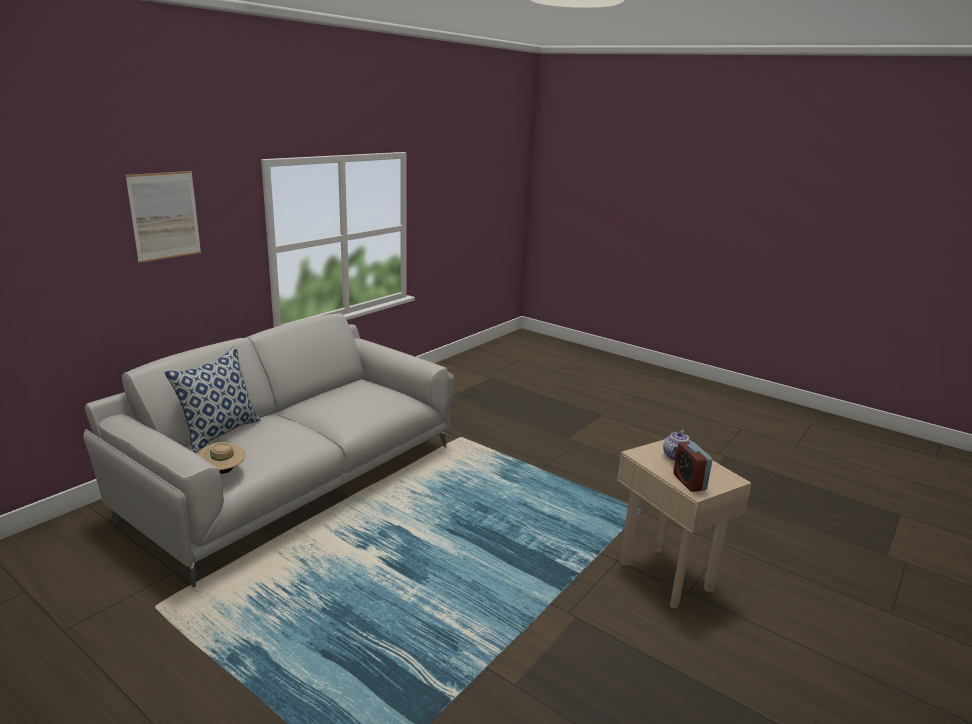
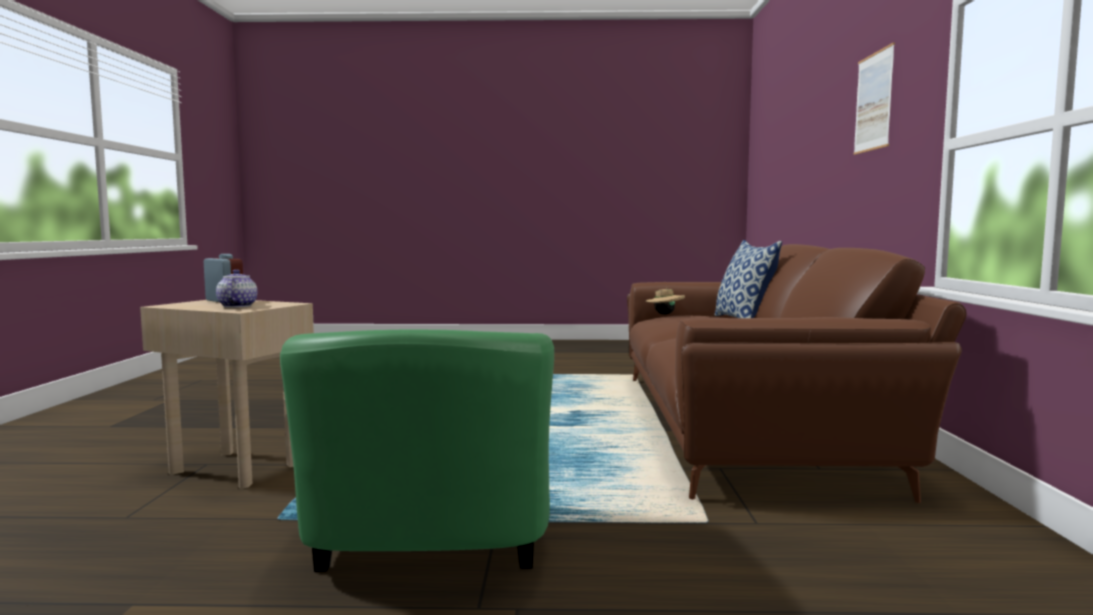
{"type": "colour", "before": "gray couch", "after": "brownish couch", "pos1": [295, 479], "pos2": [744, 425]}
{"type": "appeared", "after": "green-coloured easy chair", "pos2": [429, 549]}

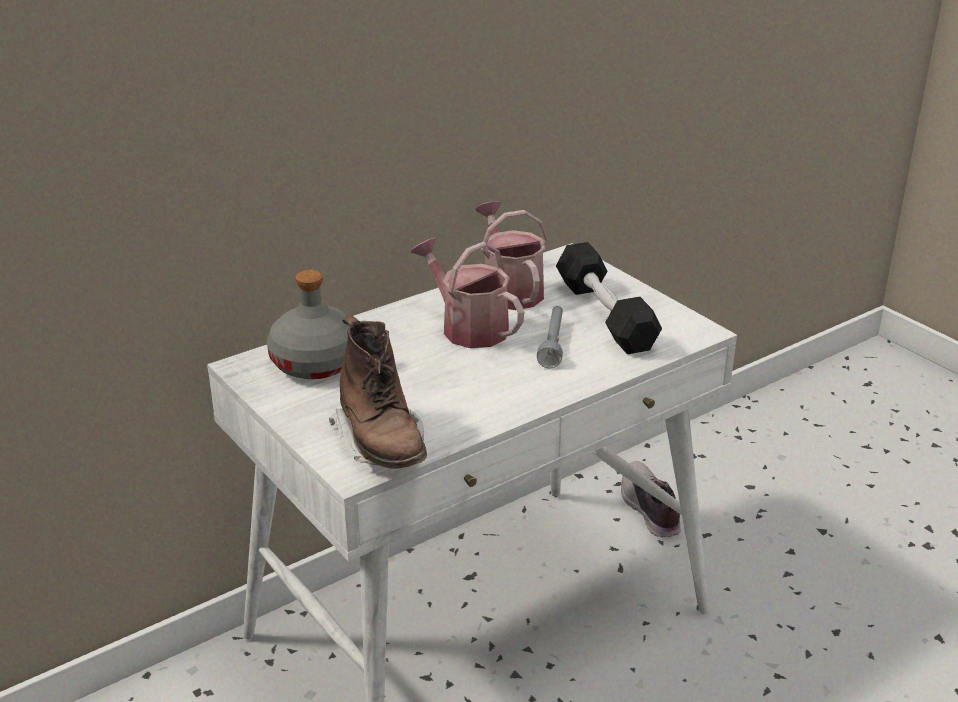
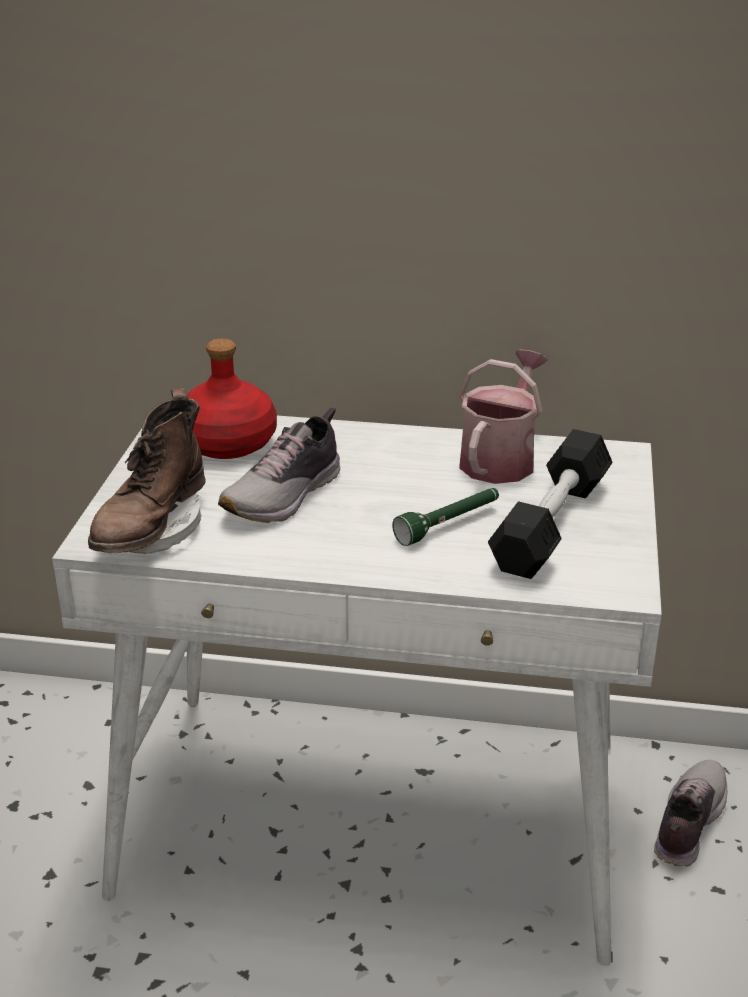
{"type": "colour", "before": "gray beverage bottle", "after": "reddish beverage bottle", "pos1": [317, 363], "pos2": [228, 443]}
{"type": "missing", "before": "watering can", "pos1": [468, 327]}
{"type": "colour", "before": "gray torch", "after": "green-coloured torch", "pos1": [553, 343], "pos2": [449, 525]}
{"type": "appeared", "after": "item of footwear", "pos2": [286, 496]}

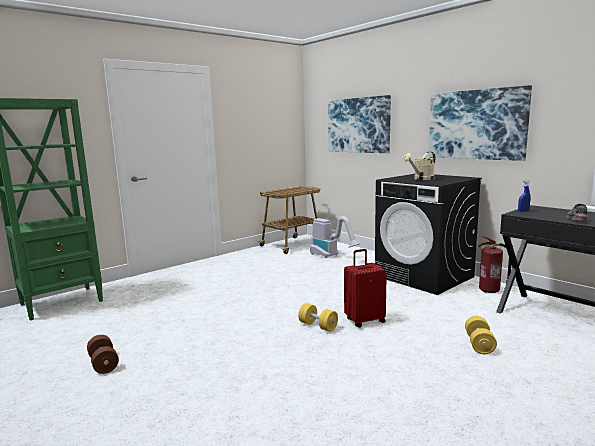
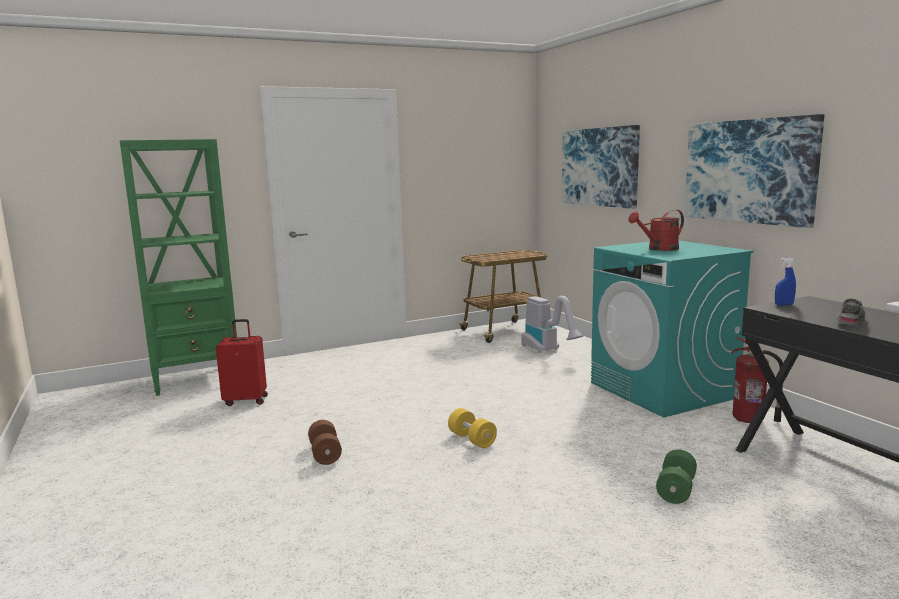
{"type": "relocated", "before": "brownish free weight", "pos1": [103, 363], "pos2": [325, 454]}
{"type": "relocated", "before": "reddish piece of luggage", "pos1": [364, 320], "pos2": [246, 400]}
{"type": "colour", "before": "blackish laundry machine", "after": "turquoise laundry machine", "pos1": [424, 276], "pos2": [663, 390]}
{"type": "colour", "before": "beige-coloured watering can", "after": "reddish watering can", "pos1": [421, 179], "pos2": [658, 249]}
{"type": "colour", "before": "yellowish free weight", "after": "green-coloured free weight", "pos1": [479, 344], "pos2": [676, 490]}

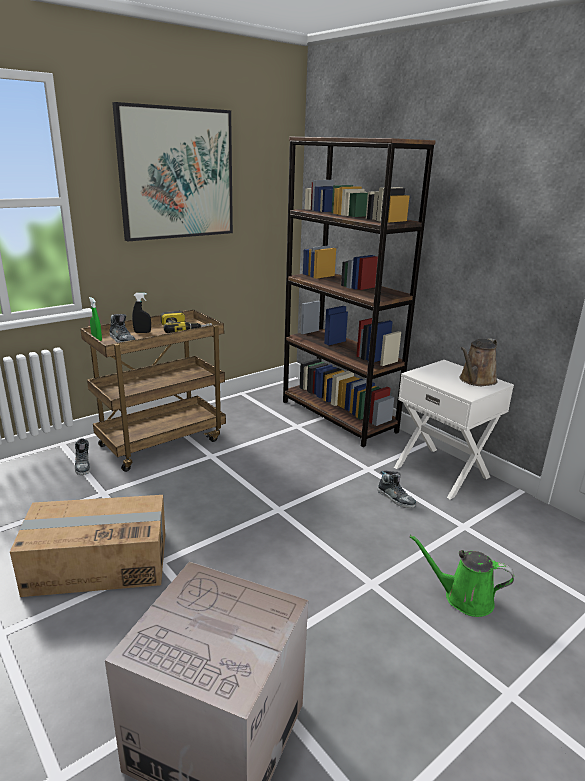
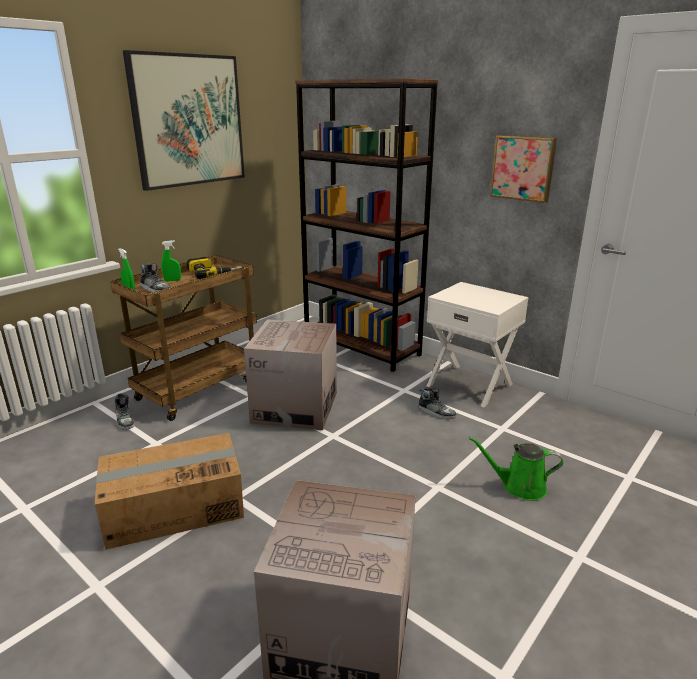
{"type": "colour", "before": "blackish hand sprayer", "after": "green-coloured hand sprayer", "pos1": [142, 332], "pos2": [172, 280]}
{"type": "missing", "before": "brownish watering can", "pos1": [476, 380]}
{"type": "appeared", "after": "carton", "pos2": [295, 407]}
{"type": "appeared", "after": "wall picture", "pos2": [523, 168]}

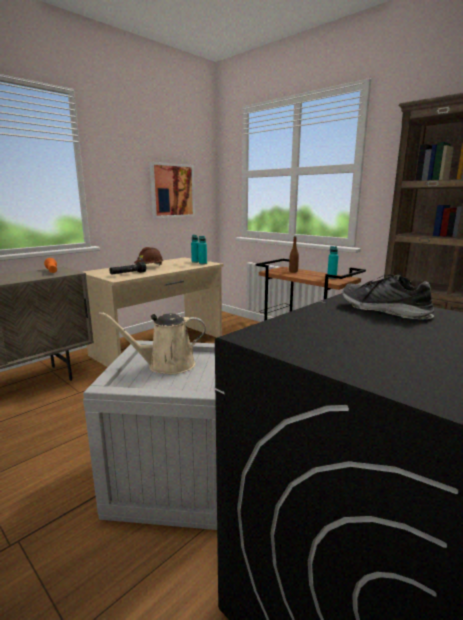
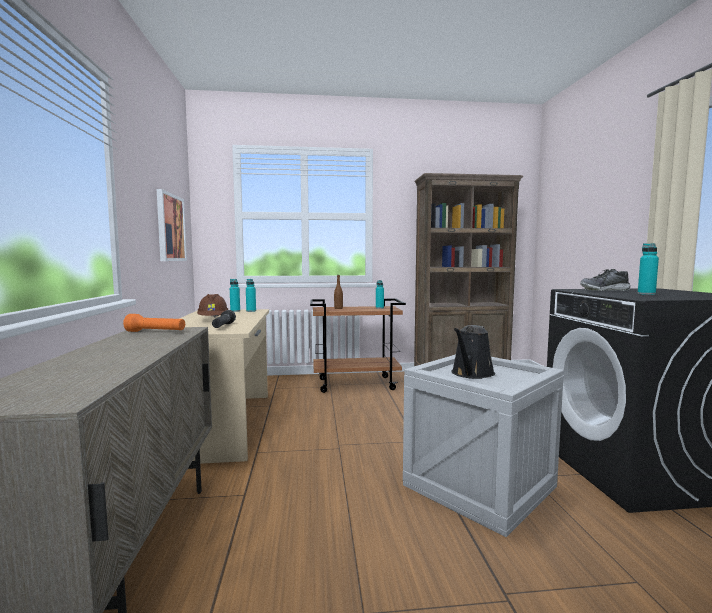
{"type": "colour", "before": "beige-coloured watering can", "after": "blackish watering can", "pos1": [166, 365], "pos2": [471, 374]}
{"type": "appeared", "after": "turquoise beverage bottle", "pos2": [646, 294]}

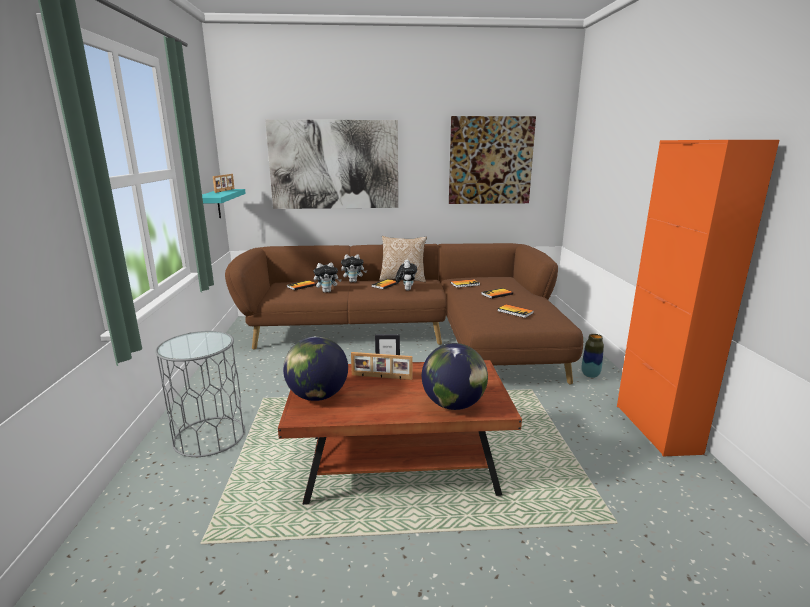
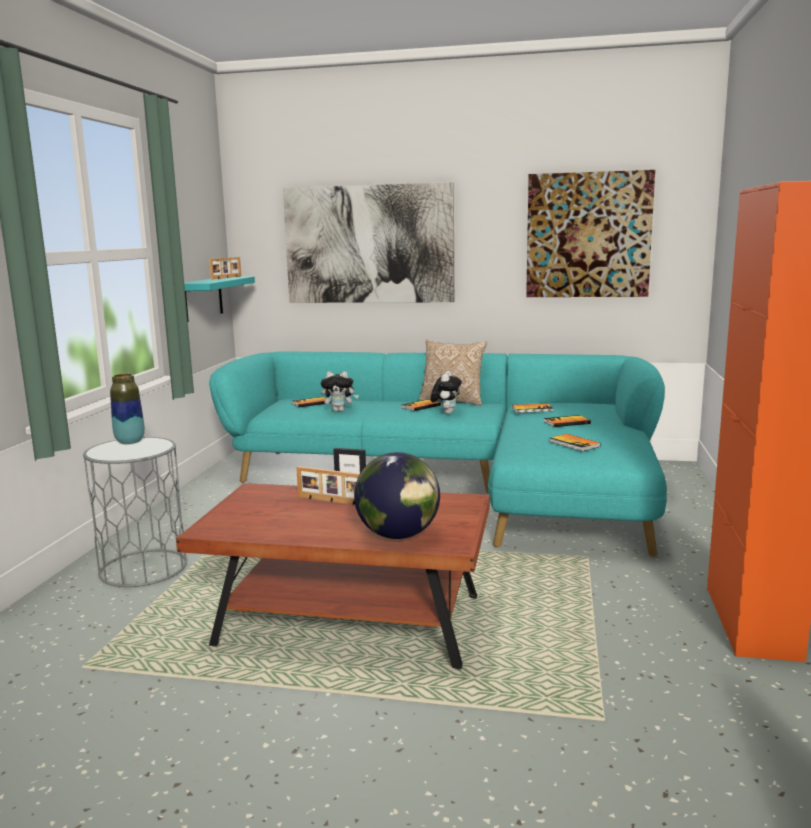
{"type": "colour", "before": "brownish couch", "after": "turquoise couch", "pos1": [415, 337], "pos2": [460, 483]}
{"type": "missing", "before": "globe", "pos1": [317, 396]}
{"type": "missing", "before": "plush toy", "pos1": [353, 281]}
{"type": "relocated", "before": "decorative vase", "pos1": [590, 375], "pos2": [130, 442]}

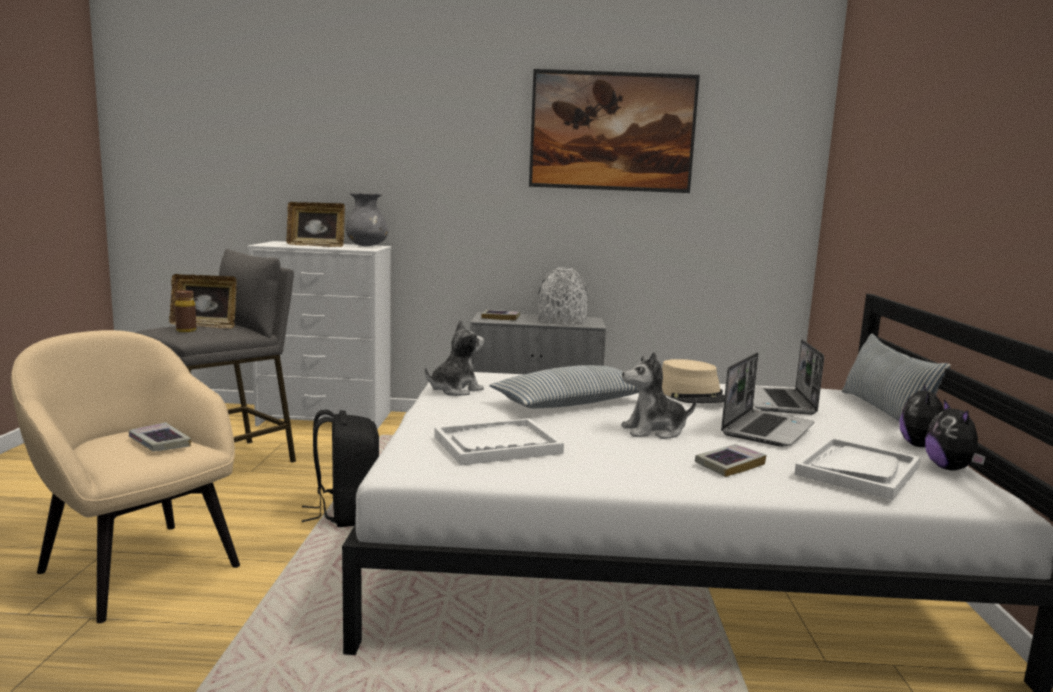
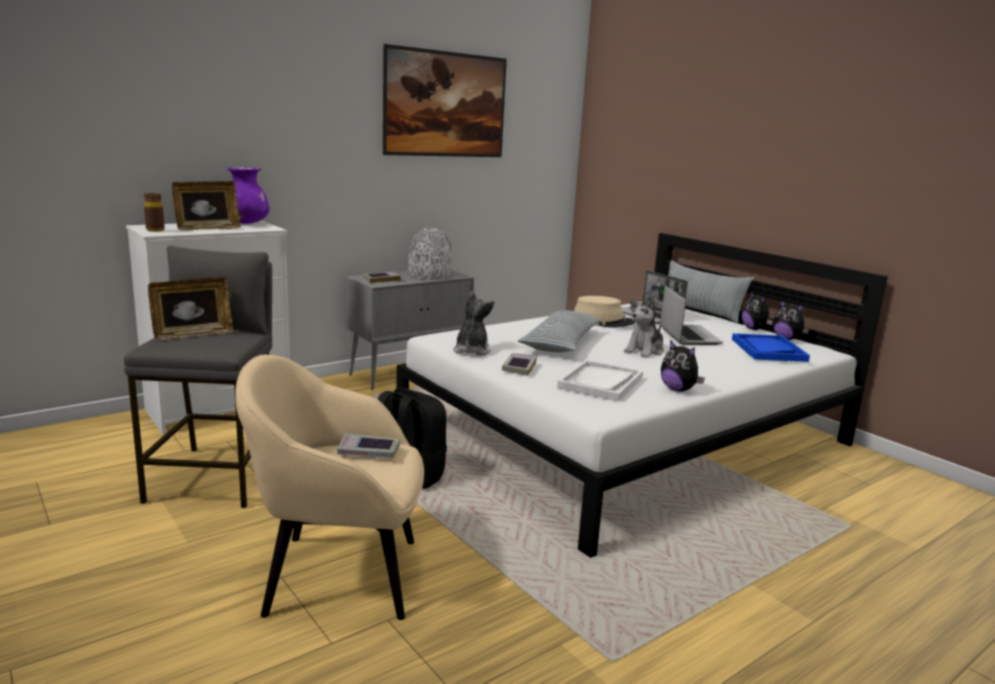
{"type": "relocated", "before": "brownish beverage bottle", "pos1": [186, 330], "pos2": [155, 230]}
{"type": "colour", "before": "gray decorative vase", "after": "purple decorative vase", "pos1": [367, 246], "pos2": [247, 223]}
{"type": "relocated", "before": "book", "pos1": [729, 465], "pos2": [519, 367]}
{"type": "colour", "before": "white tray", "after": "bluish tray", "pos1": [857, 470], "pos2": [768, 350]}
{"type": "appeared", "after": "plush toy", "pos2": [678, 389]}

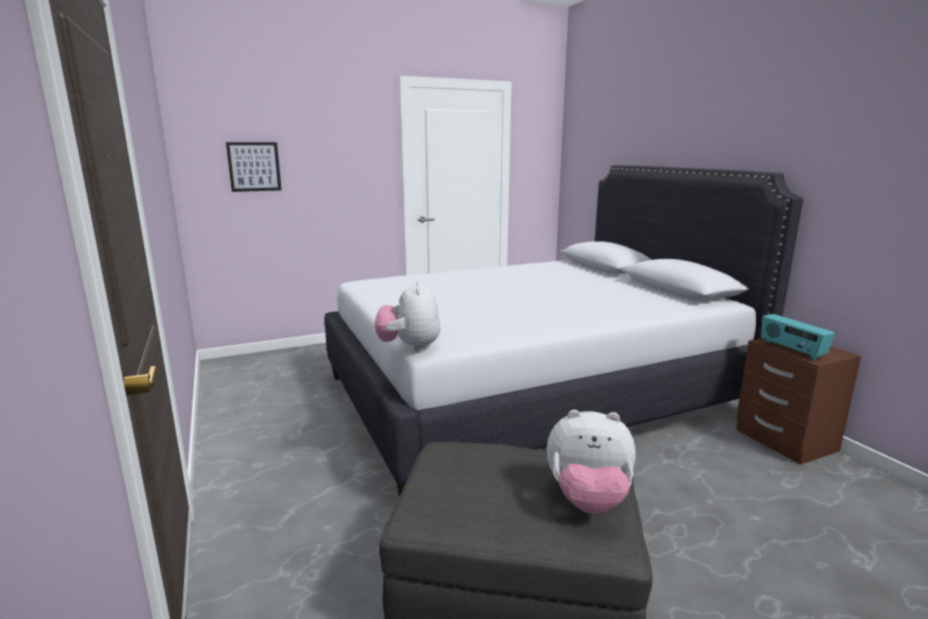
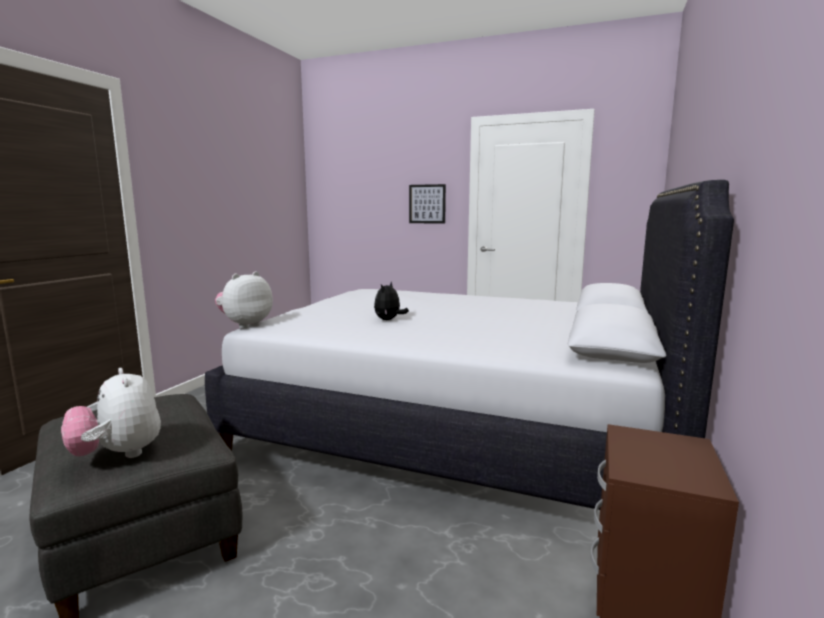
{"type": "relocated", "before": "wall picture", "pos1": [254, 166], "pos2": [427, 204]}
{"type": "missing", "before": "radio", "pos1": [791, 350]}
{"type": "appeared", "after": "plush toy", "pos2": [389, 320]}

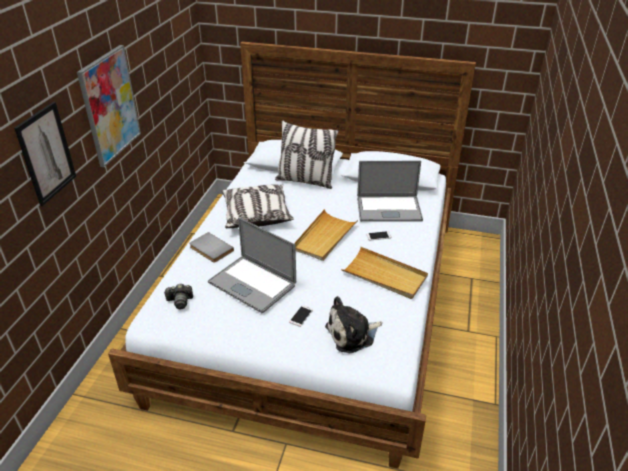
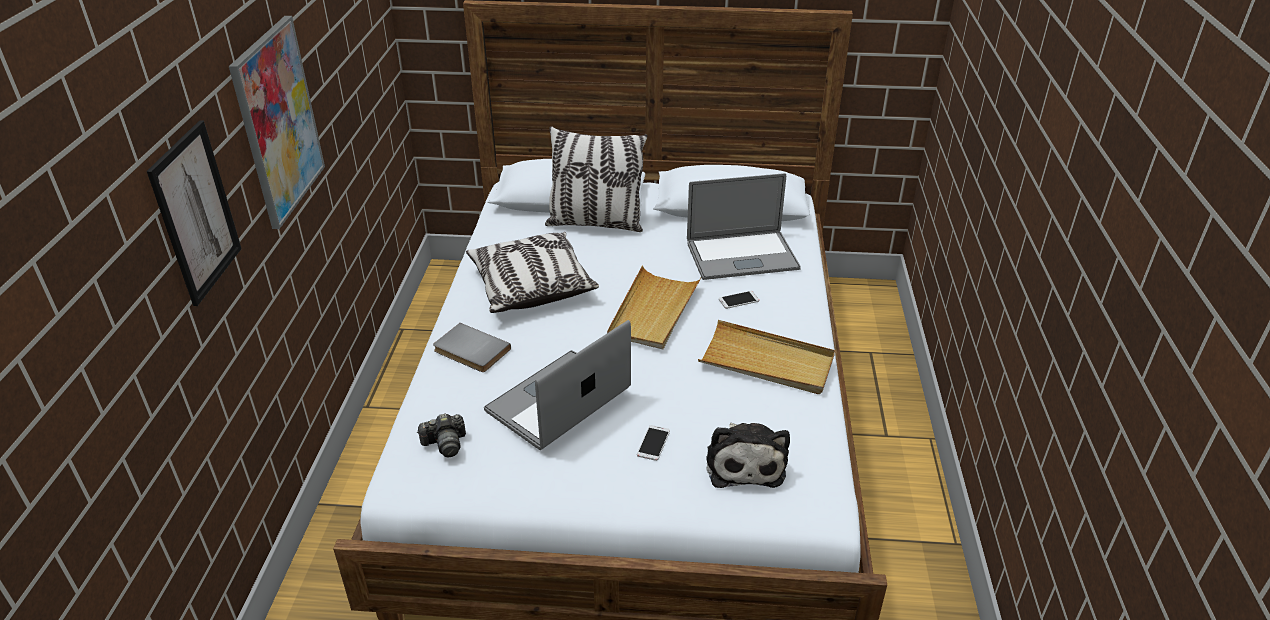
{"type": "spun", "before": "notebook computer", "pos1": [252, 284], "pos2": [558, 400], "turn": 105}
{"type": "spun", "before": "plush toy", "pos1": [352, 334], "pos2": [744, 462], "turn": -60}

